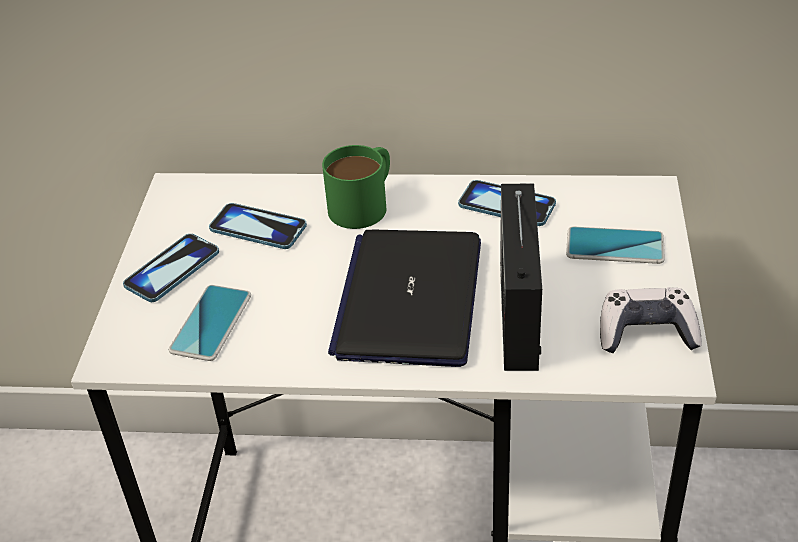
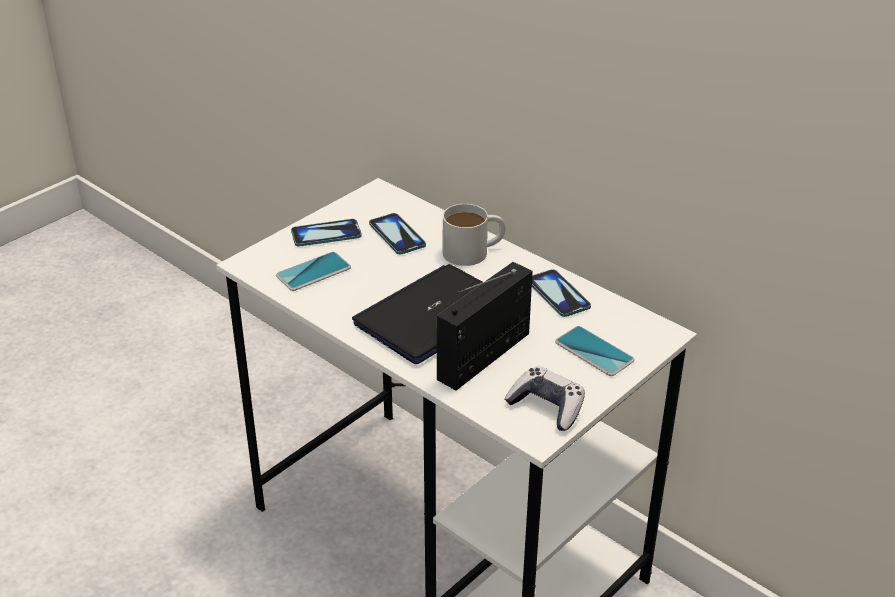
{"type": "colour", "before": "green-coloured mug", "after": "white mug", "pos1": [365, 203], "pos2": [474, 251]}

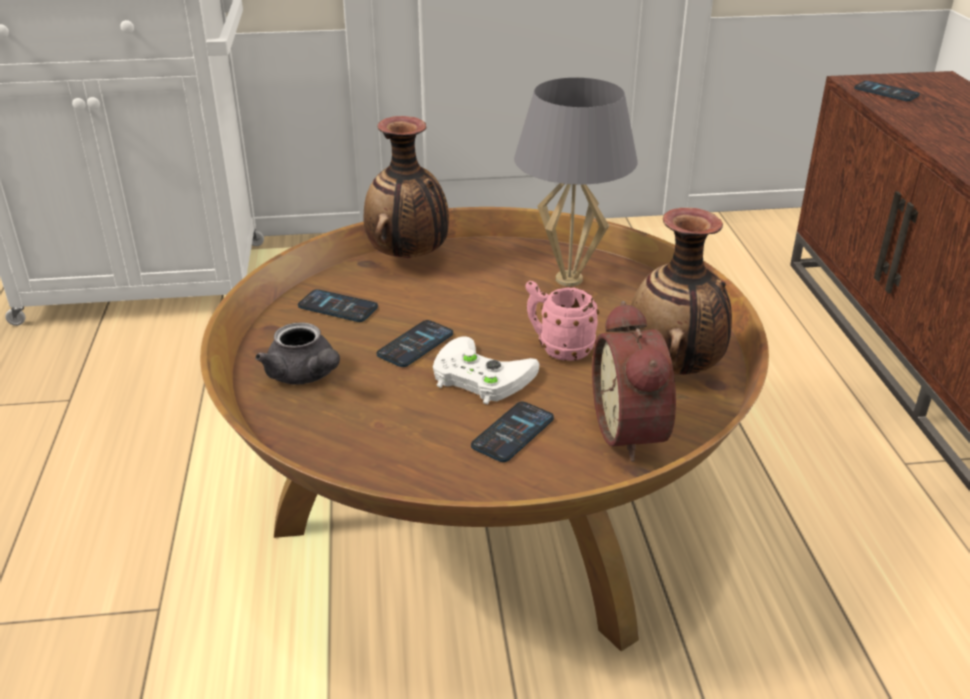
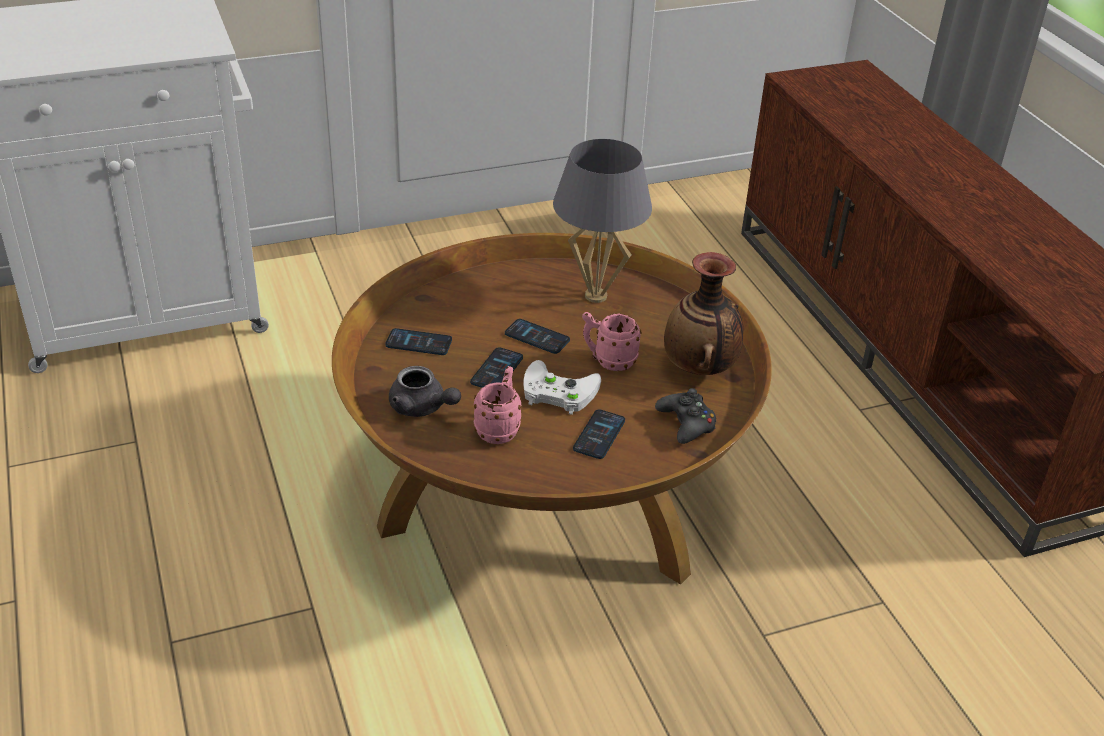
{"type": "missing", "before": "decorative vase", "pos1": [409, 257]}
{"type": "exchanged", "before": "bedside clock", "after": "blackish game controller", "pos1": [634, 432], "pos2": [686, 423]}
{"type": "relocated", "before": "telephone", "pos1": [886, 92], "pos2": [537, 337]}
{"type": "appeared", "after": "pinkish mug", "pos2": [499, 428]}

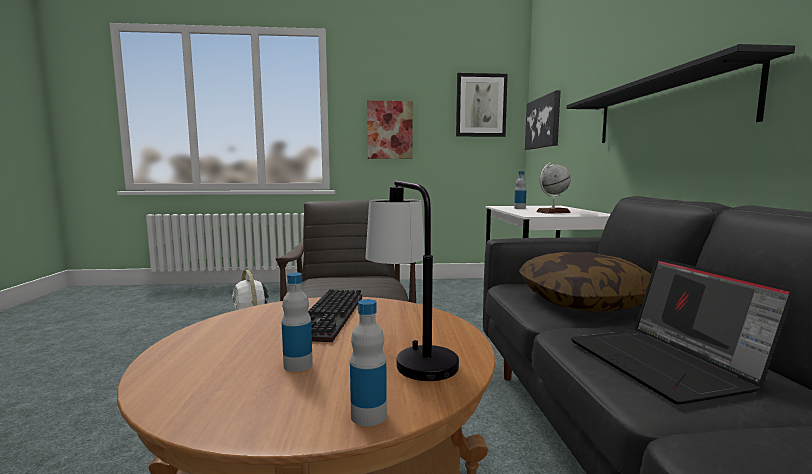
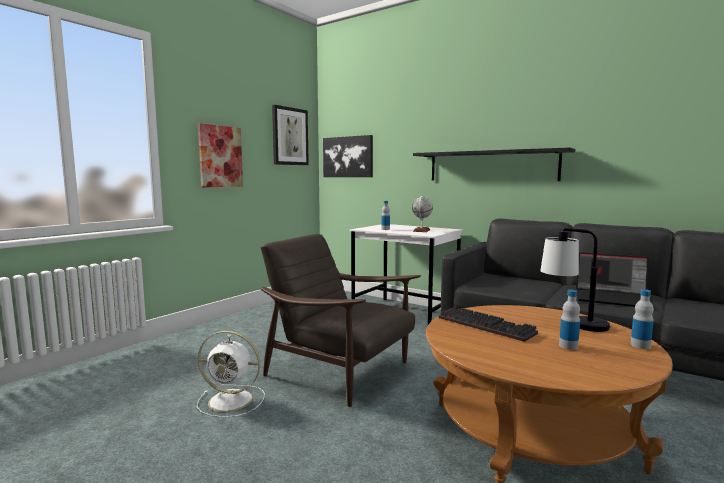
{"type": "missing", "before": "pillow", "pos1": [583, 302]}

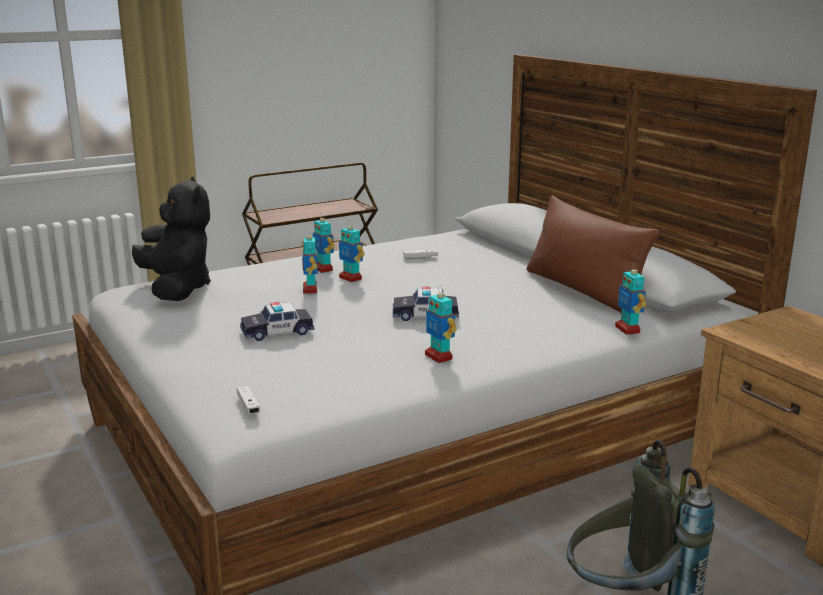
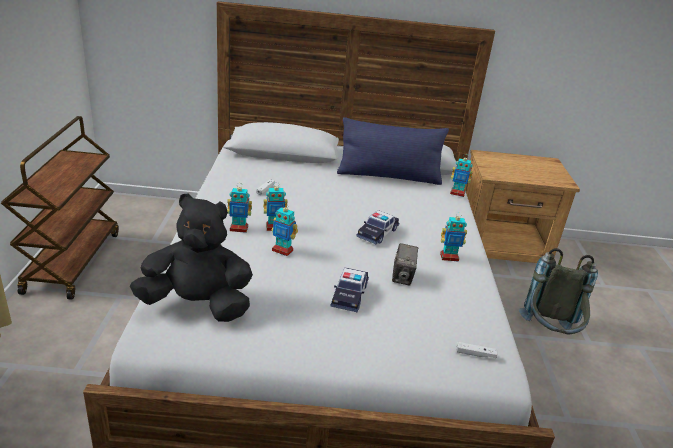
{"type": "colour", "before": "brownish pillow", "after": "bluish pillow", "pos1": [583, 290], "pos2": [388, 176]}
{"type": "appeared", "after": "still camera", "pos2": [402, 277]}

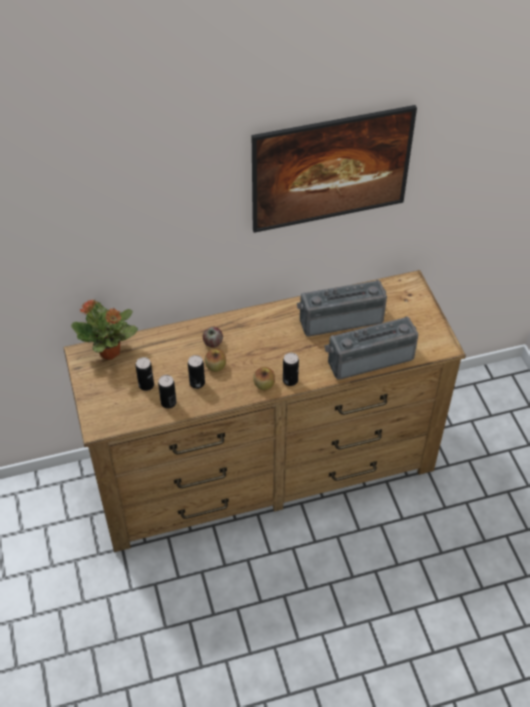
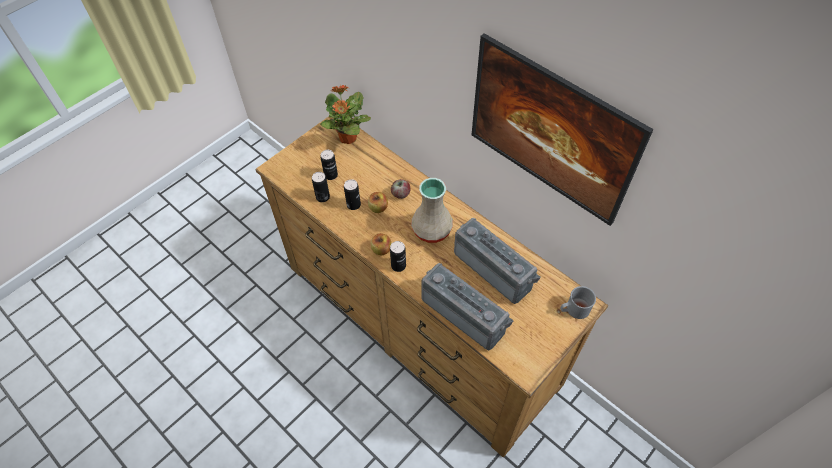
{"type": "appeared", "after": "beige-coloured decorative vase", "pos2": [432, 229]}
{"type": "appeared", "after": "gray mug", "pos2": [574, 309]}

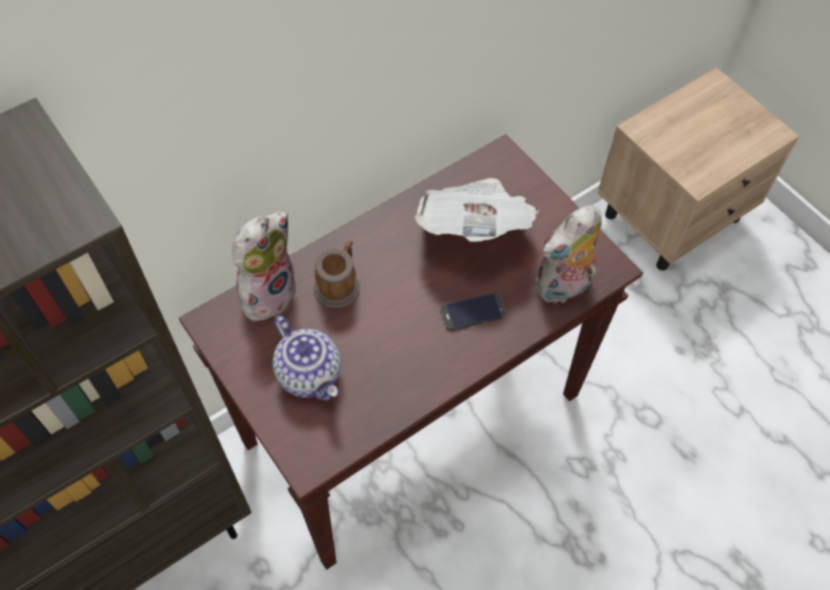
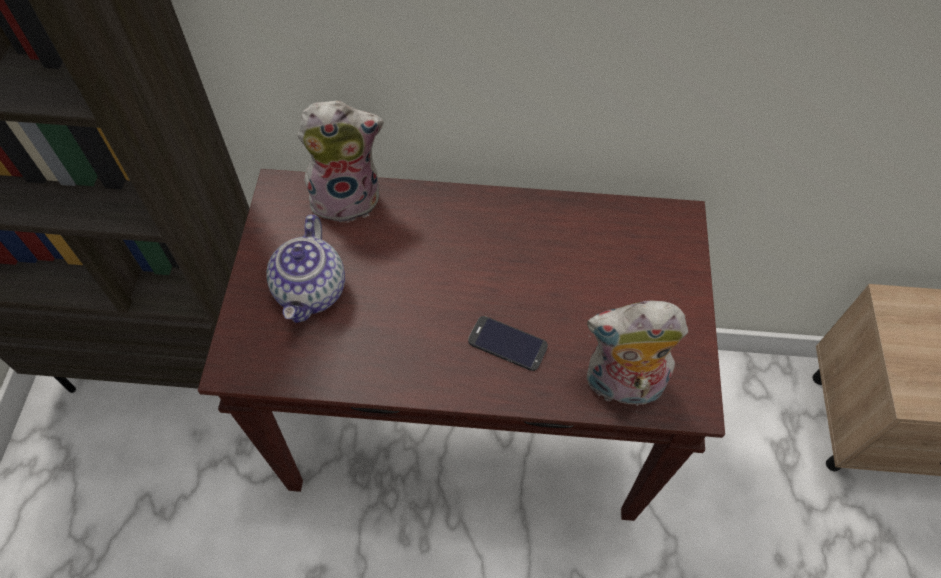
{"type": "missing", "before": "mug", "pos1": [339, 285]}
{"type": "missing", "before": "daily paper", "pos1": [474, 227]}

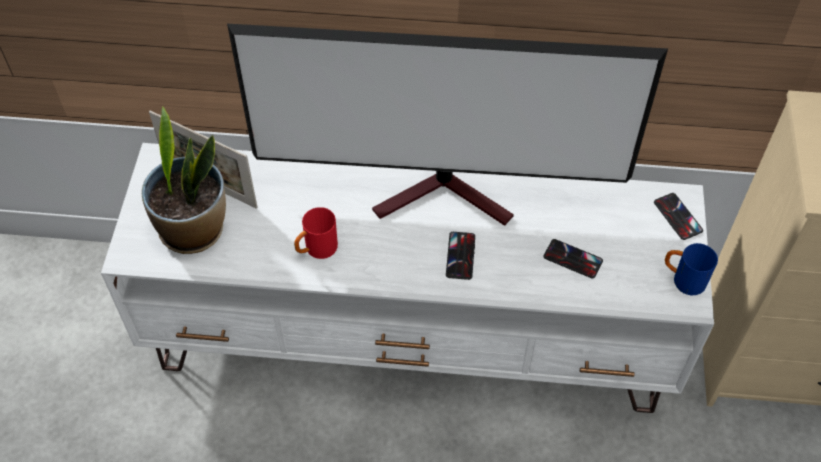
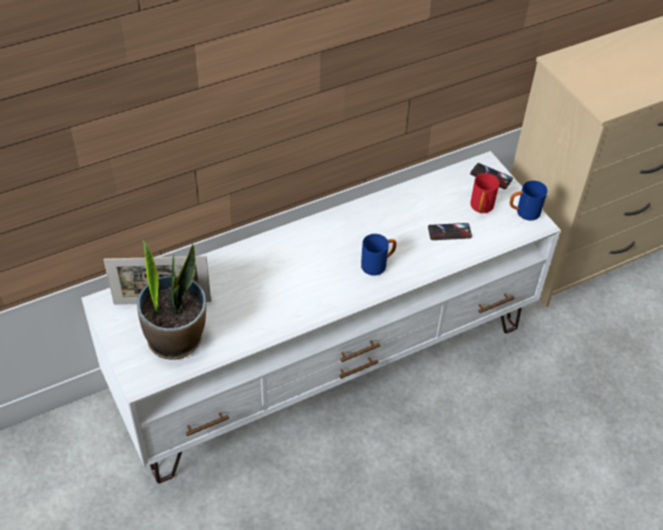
{"type": "missing", "before": "TV", "pos1": [447, 196]}
{"type": "relocated", "before": "reddish mug", "pos1": [316, 250], "pos2": [481, 208]}
{"type": "exchanged", "before": "telephone", "after": "bluish mug", "pos1": [460, 256], "pos2": [378, 264]}

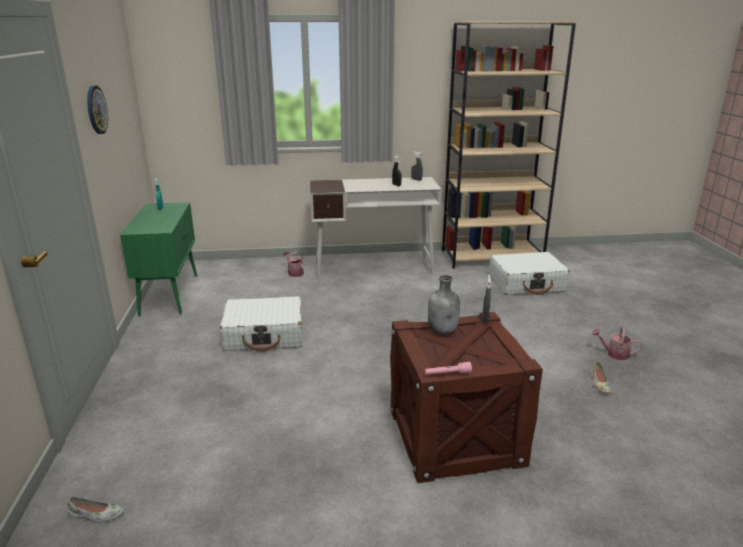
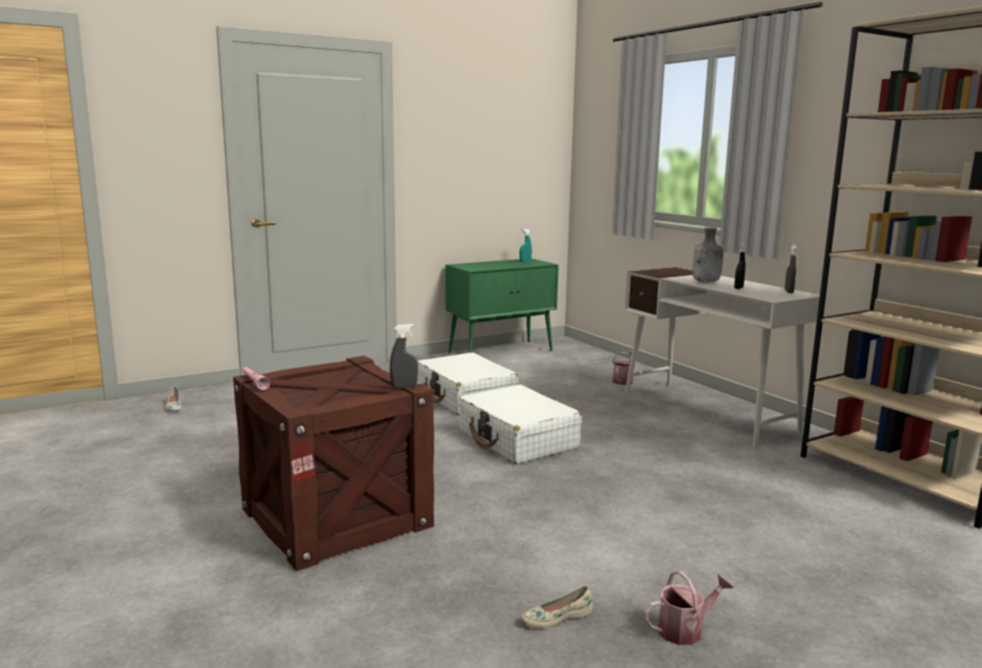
{"type": "missing", "before": "wall clock", "pos1": [96, 110]}
{"type": "relocated", "before": "gray beverage bottle", "pos1": [443, 330], "pos2": [706, 282]}
{"type": "relocated", "before": "white piece of luggage", "pos1": [527, 283], "pos2": [517, 439]}
{"type": "spun", "before": "watering can", "pos1": [614, 354], "pos2": [685, 629], "turn": 75}

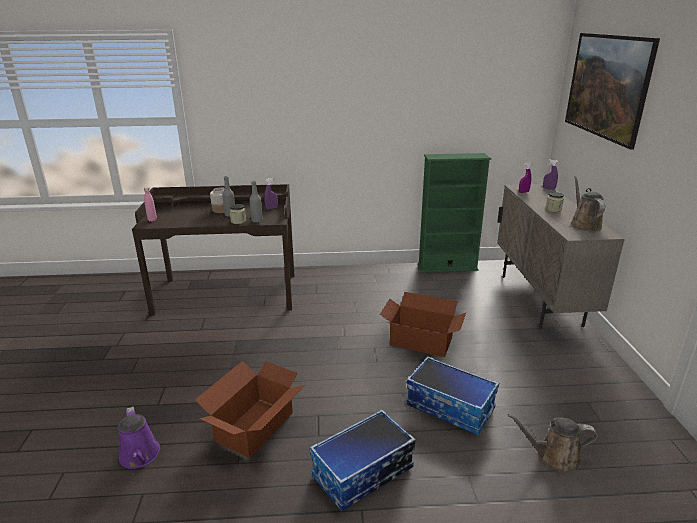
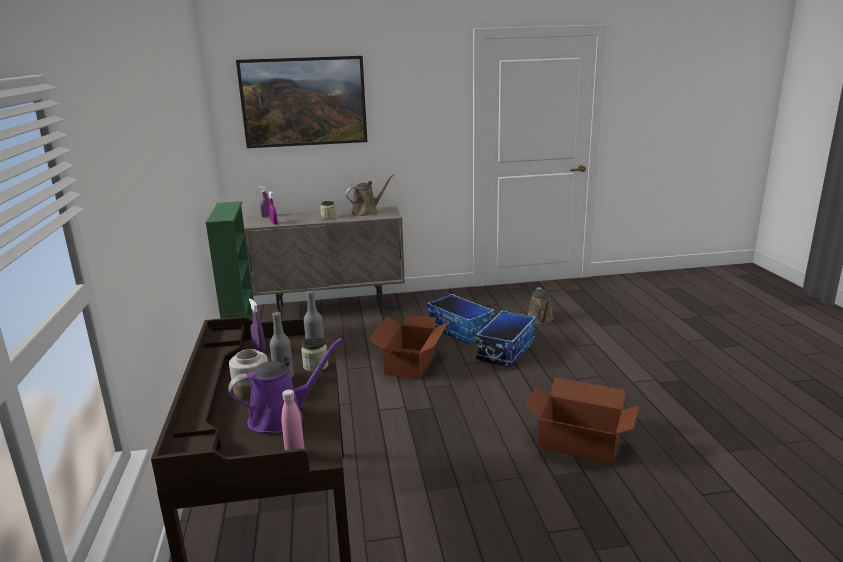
{"type": "relocated", "before": "purple watering can", "pos1": [140, 456], "pos2": [282, 417]}
{"type": "relocated", "before": "storage box", "pos1": [363, 473], "pos2": [461, 330]}
{"type": "spun", "before": "brownish watering can", "pos1": [584, 224], "pos2": [367, 212], "turn": 150}

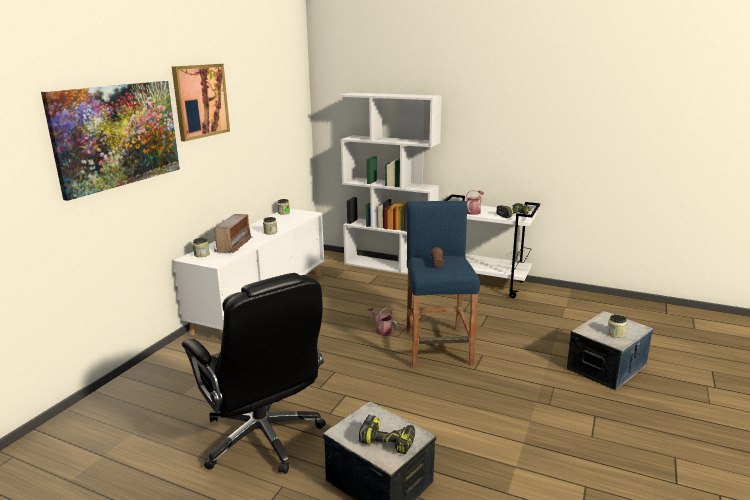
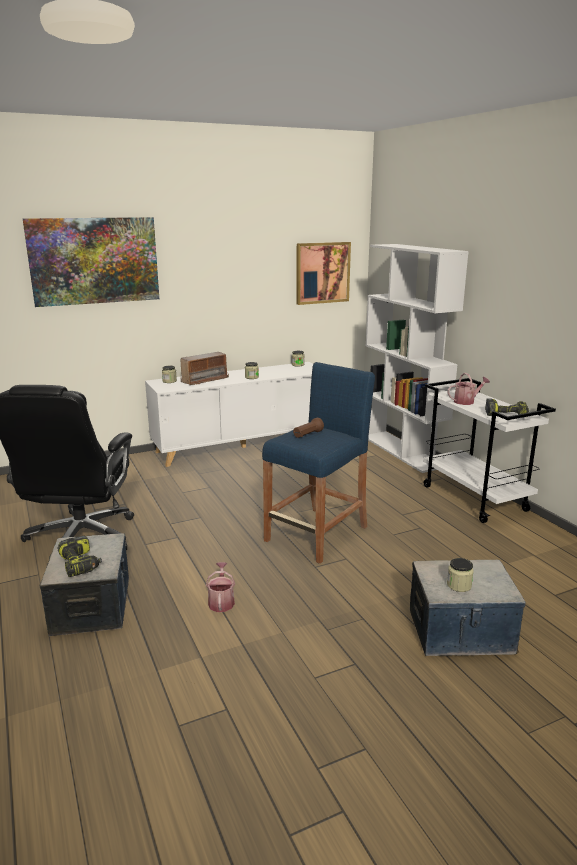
{"type": "relocated", "before": "wall picture", "pos1": [200, 101], "pos2": [322, 273]}
{"type": "relocated", "before": "watering can", "pos1": [382, 330], "pos2": [221, 601]}

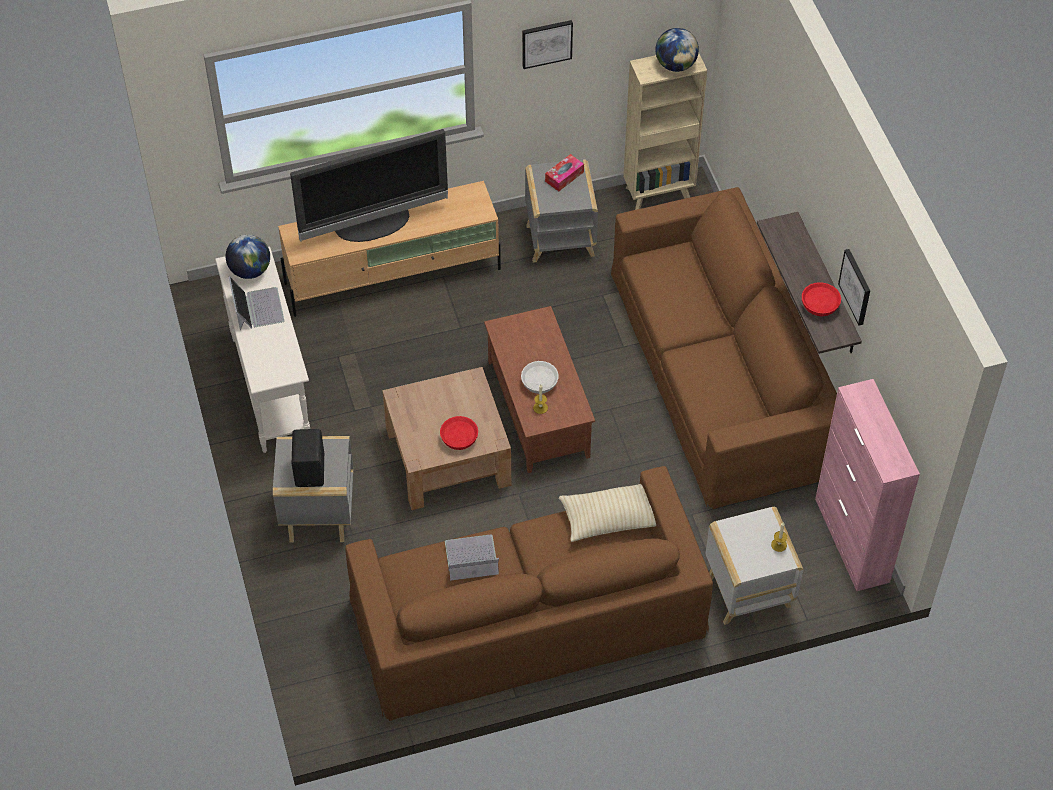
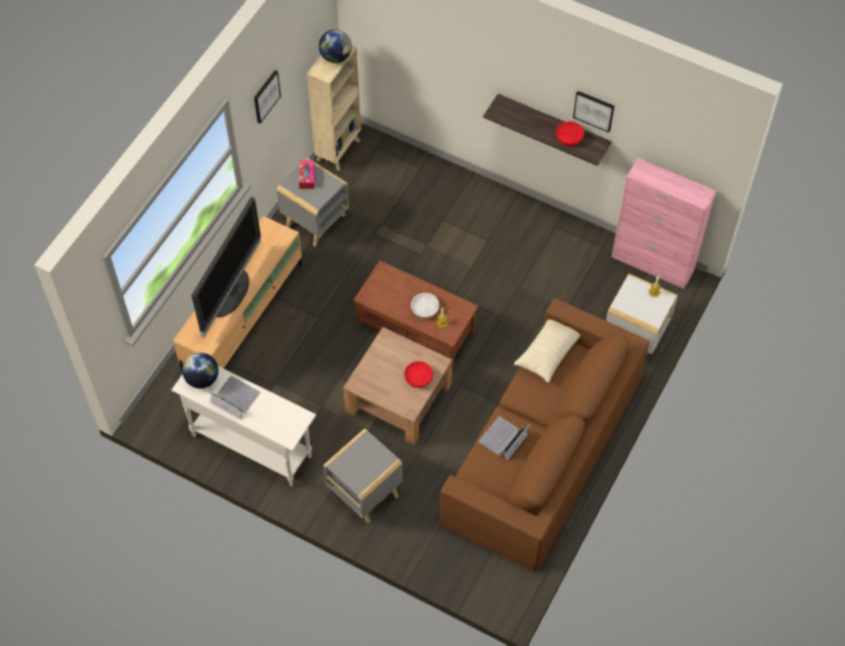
{"type": "missing", "before": "blackish loudspeaker", "pos1": [311, 470]}
{"type": "missing", "before": "brownish couch", "pos1": [721, 371]}

